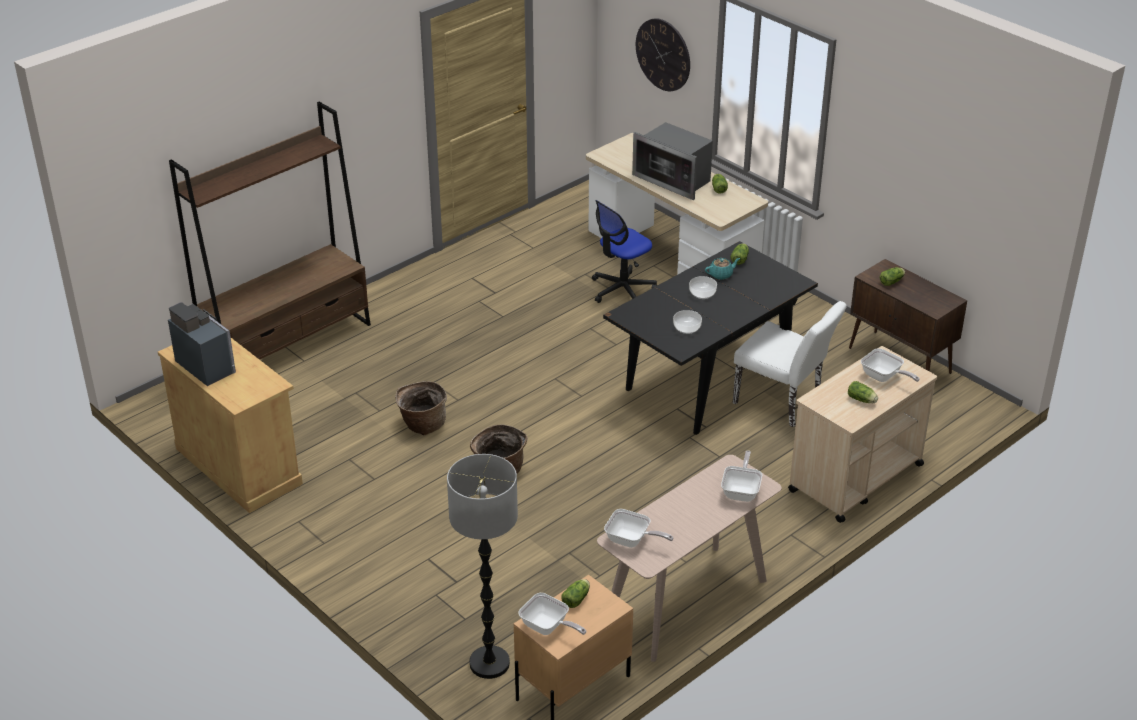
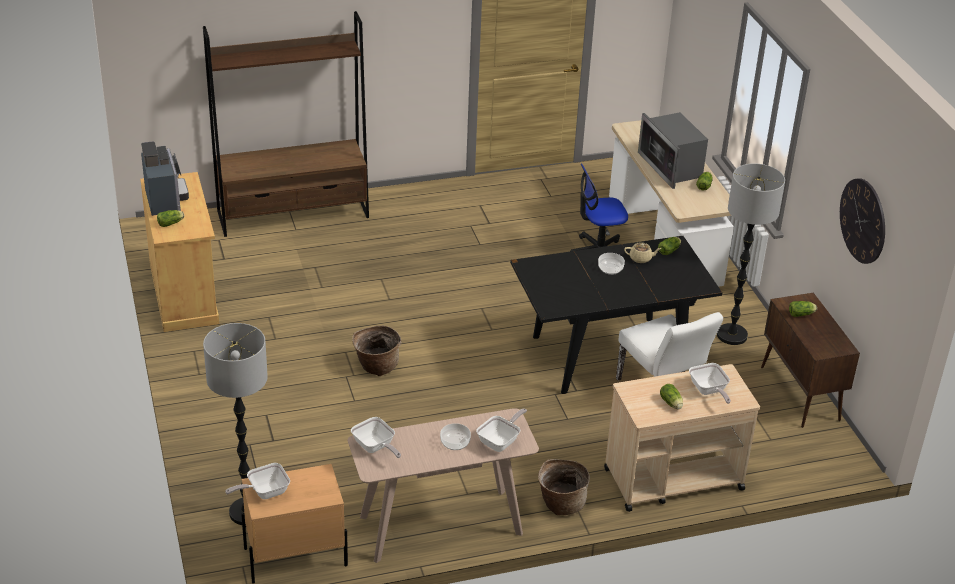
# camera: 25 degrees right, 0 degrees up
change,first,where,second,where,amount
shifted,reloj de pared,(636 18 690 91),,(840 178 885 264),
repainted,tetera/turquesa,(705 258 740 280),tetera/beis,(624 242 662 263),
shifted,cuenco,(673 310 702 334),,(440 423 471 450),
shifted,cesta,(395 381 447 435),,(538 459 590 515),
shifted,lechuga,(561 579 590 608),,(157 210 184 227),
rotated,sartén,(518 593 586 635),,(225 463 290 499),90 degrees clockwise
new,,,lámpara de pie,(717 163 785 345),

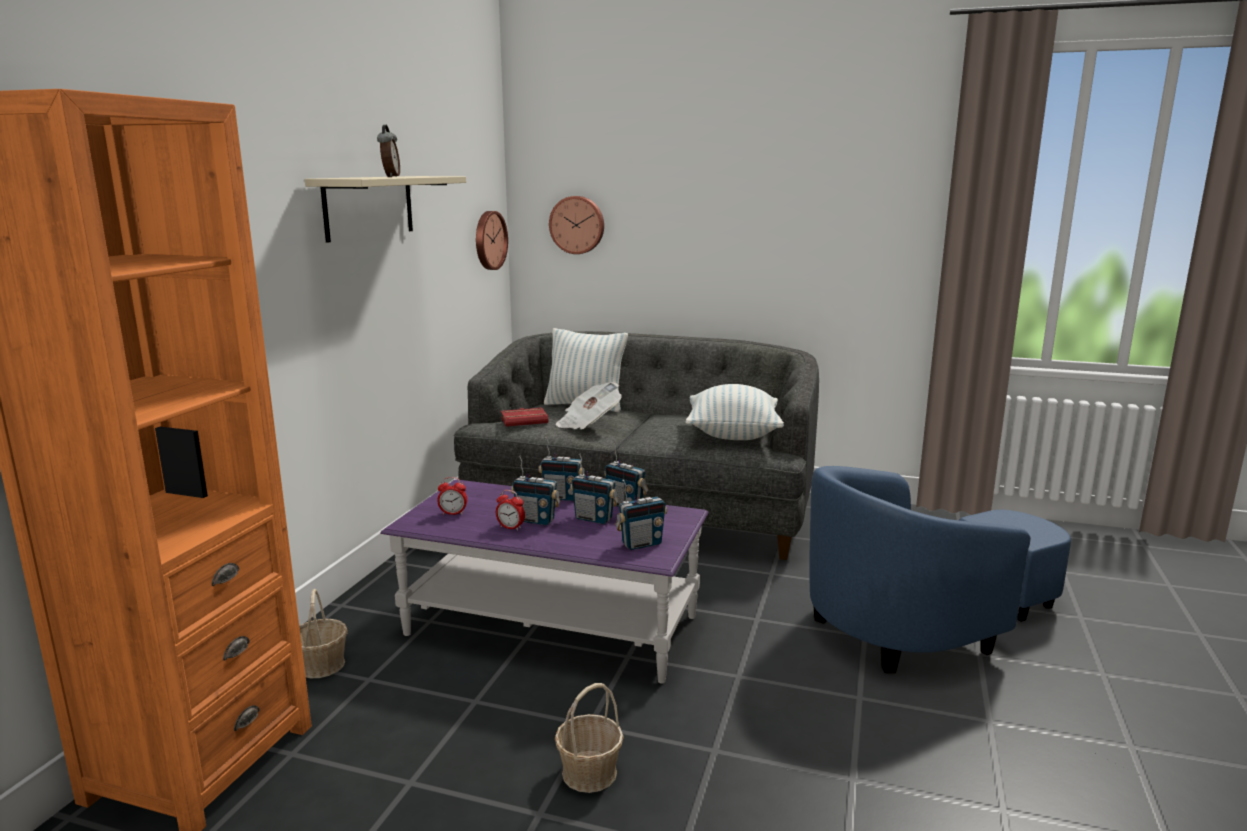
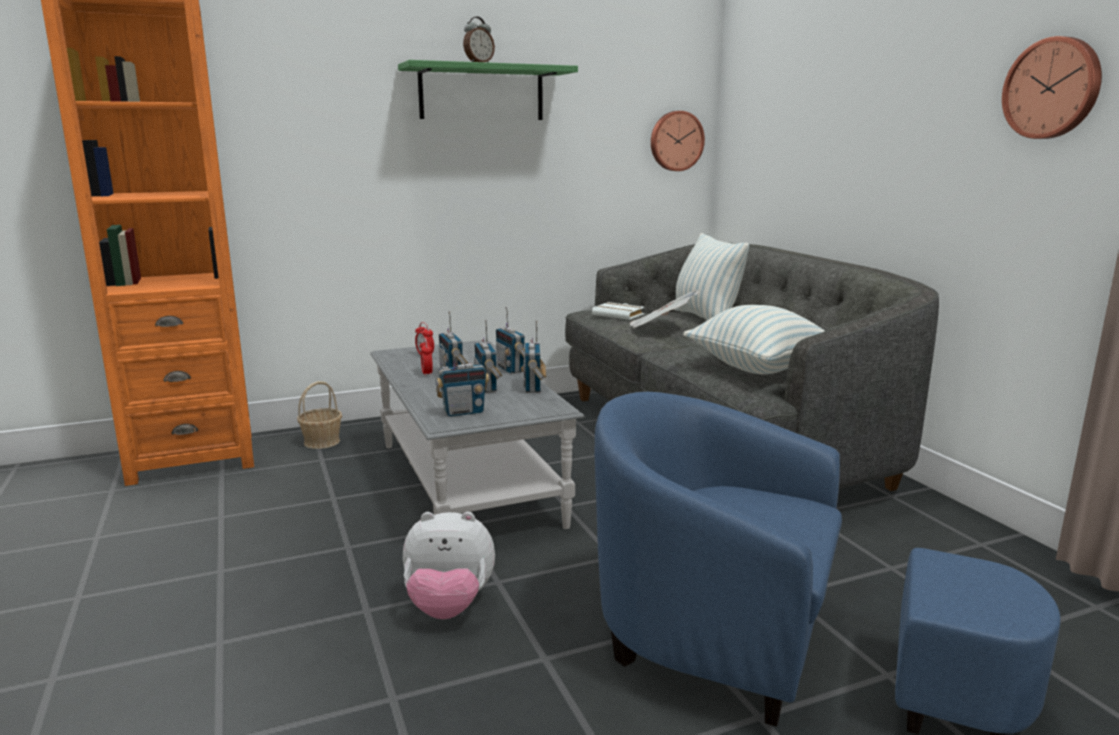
# camera: 50 degrees right, 0 degrees up
change,first,where,second,where,amount
repainted,estante/beis,(305 176 466 243),estante/verde,(398 60 578 120),
shifted,reloj de pared,(549 196 604 254),,(1002 36 1102 139),
repainted,libro/rojo,(501 408 548 426),libro/blanco,(592 302 645 320),
repainted,mesa de centro/morado,(380 479 709 684),mesa de centro/gris,(370 340 585 529),
rotated,radio,(615 480 667 550),,(435 344 490 417),45 degrees counterclockwise
gone,cesta,(555 683 624 793),,,
new,,,peluche,(403 512 495 619),

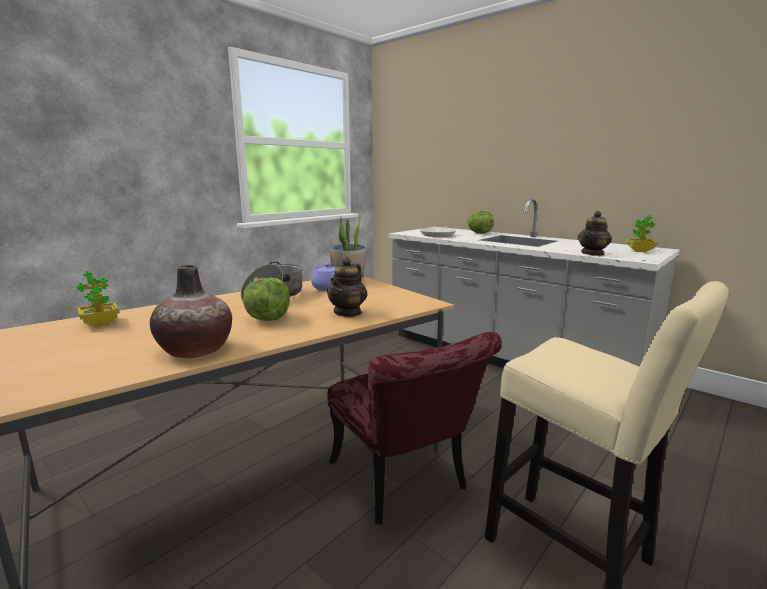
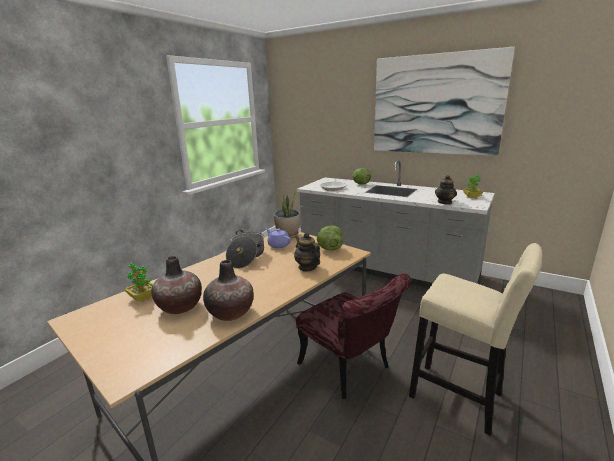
# camera: 10 degrees left, 5 degrees up
change,first,where,second,where,amount
rotated,tetera,(327 257 367 317),,(294 232 320 271),135 degrees clockwise
shifted,lechuga,(242 277 290 321),,(317 225 343 251),
new,,,cuadro,(374 47 515 156),
new,,,florero,(151 256 202 314),

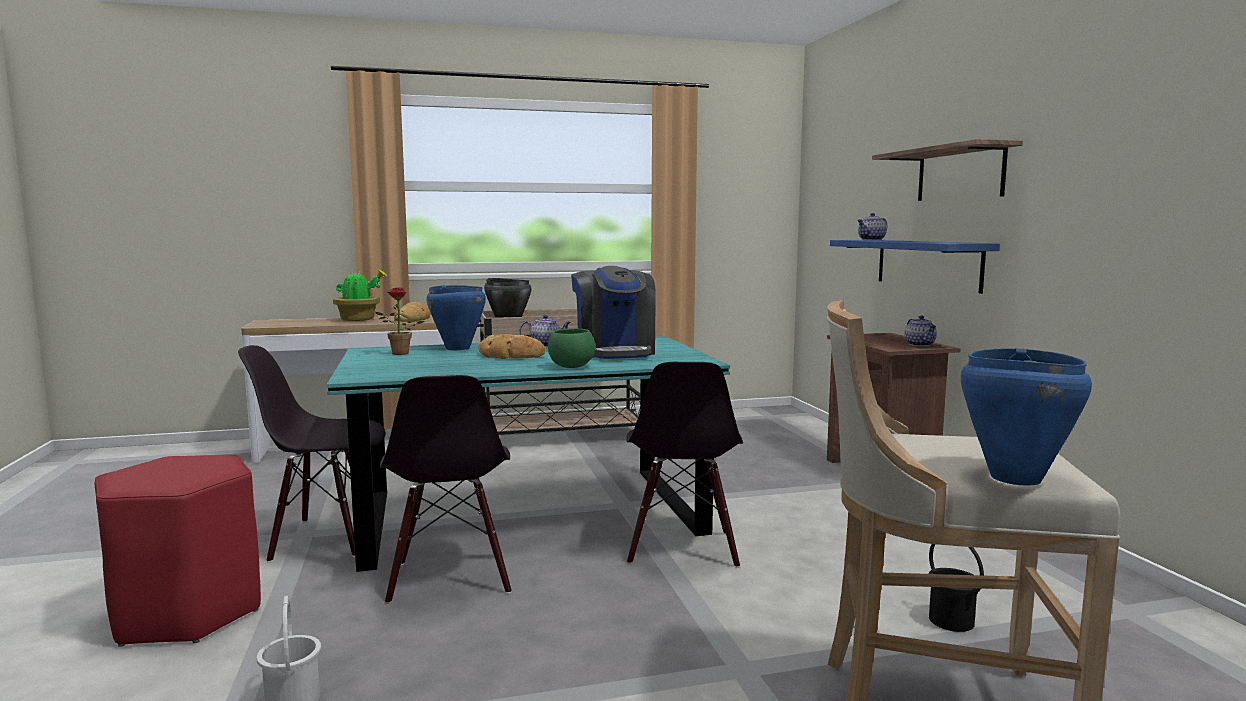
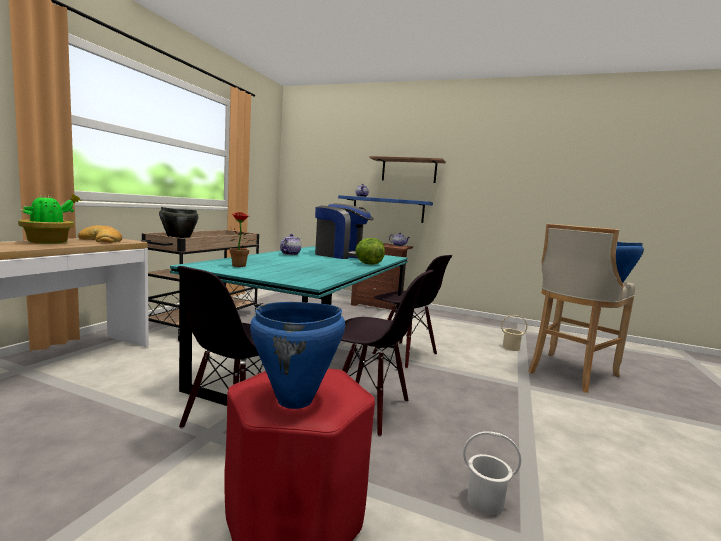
# camera: 55 degrees left, 0 degrees up
change,first,where,second,where,amount
shifted,olla/azul,(426 285 486 350),,(250 302 345 409),
swapped,cuenco/verde,(548 328 595 368),lechuga,(355 238 385 265),
gone,pan,(478 334 546 359),,,
repainted,cubo/negro,(928 544 984 632),cubo/beis,(501 315 527 351),

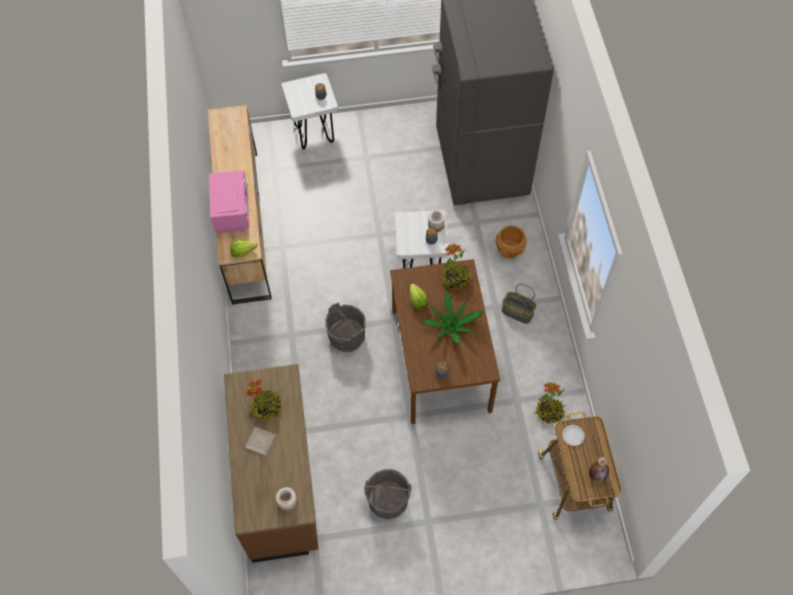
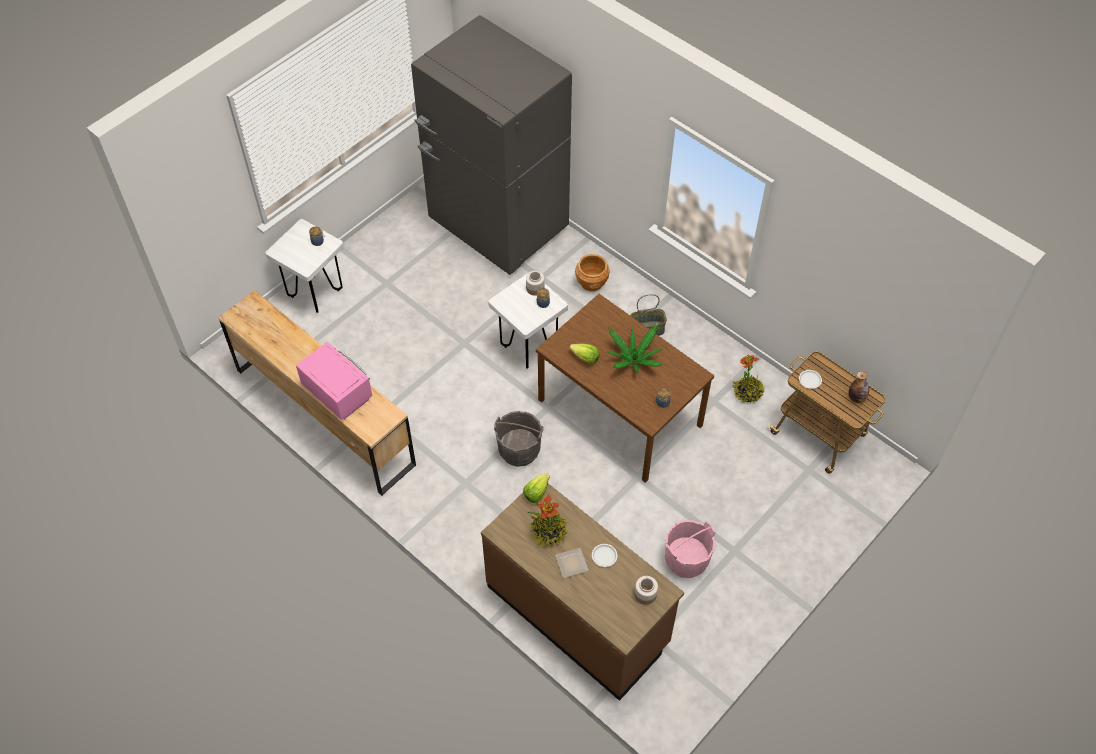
# camera: 40 degrees left, 5 degrees down
change,first,where,second,where,amount
shifted,lechuga,(230 240 257 258),,(523 473 550 503),
gone,planta en maceta,(442 243 471 290),,,
repainted,cubo/gris,(364 469 412 519),cubo/rosa,(665 520 716 578),
new,,,plato/blanco,(592 544 618 567),

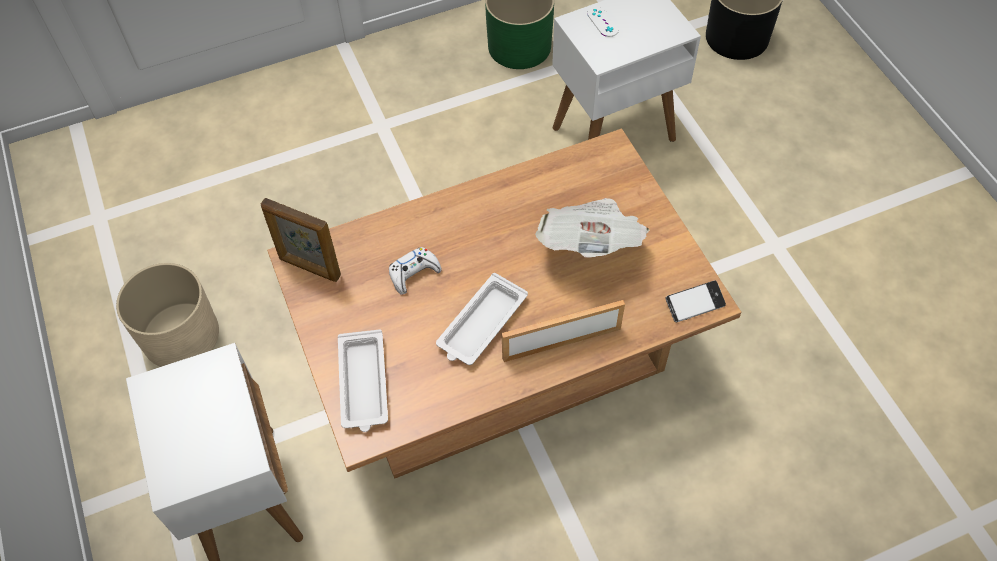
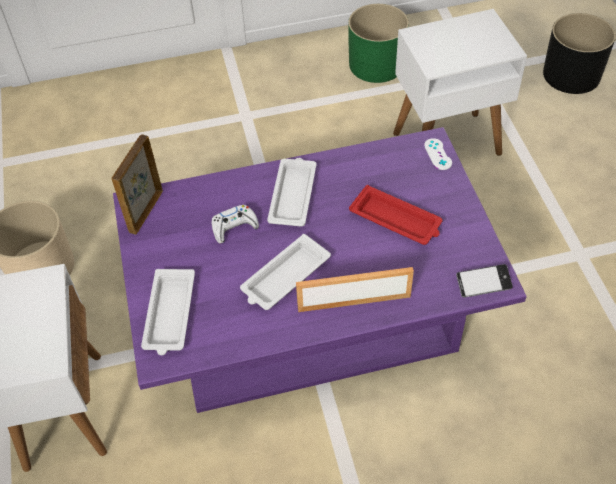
# camera: 10 degrees right, 5 degrees down
change,first,where,second,where,amount
shifted,mando de consola/blanco,(587 6 619 37),,(424 138 452 170),
repainted,mesa de centro/marrón,(267 128 741 479),mesa de centro/morado,(113 127 527 413),
rotated,portarretratos,(261 198 341 282),,(111 134 163 235),75 degrees clockwise
swapped,periódico,(535 198 650 258),bandeja/rojo,(349 185 443 245),
new,,,bandeja/blanco,(267 158 316 227),

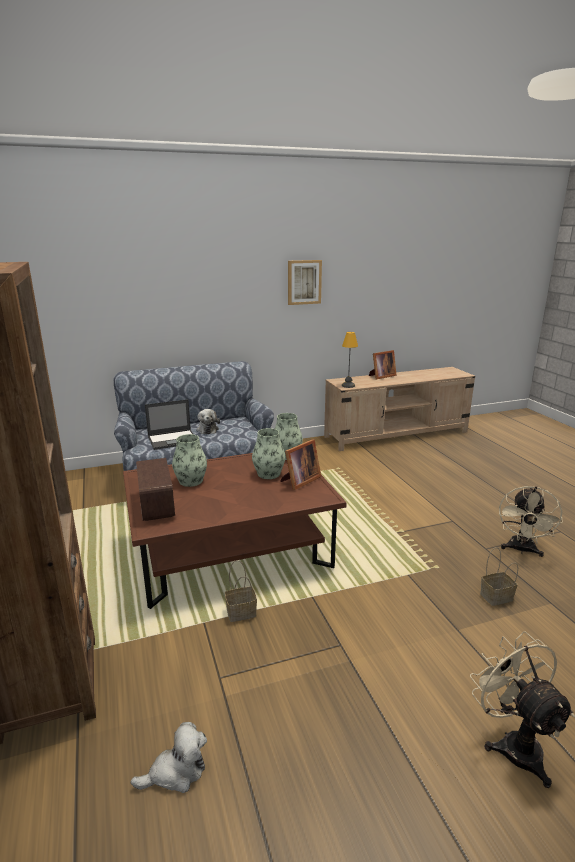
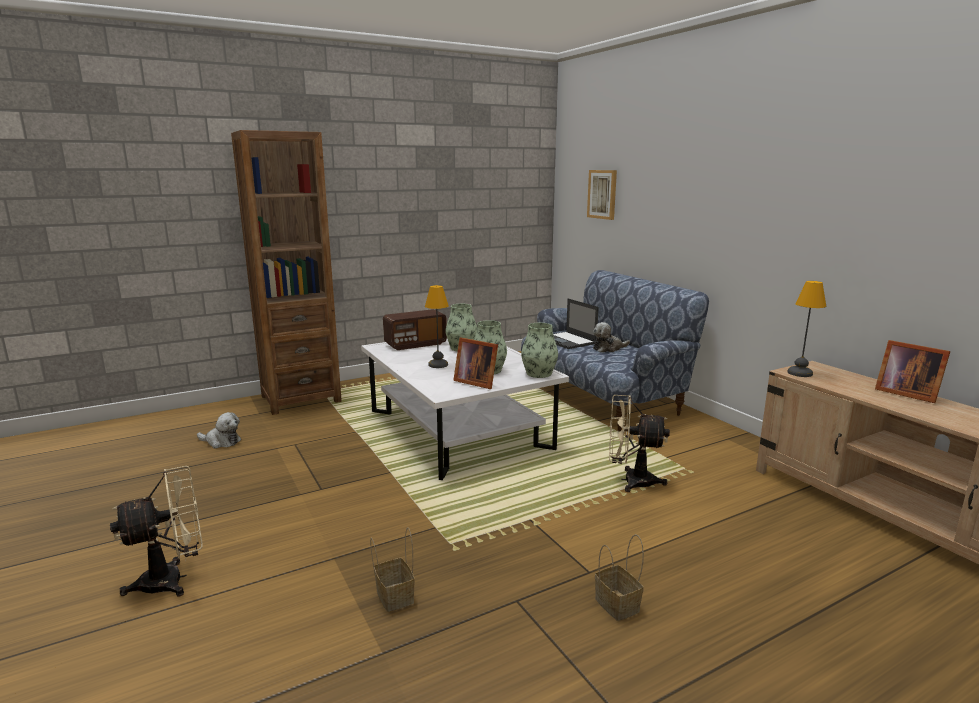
# camera: 80 degrees right, 5 degrees down
change,first,where,second,where,amount
shifted,cuadro,(288 260 322 305),,(587 170 617 220),
repainted,mesa de centro/marrón,(123 453 347 609),mesa de centro/blanco,(361 339 569 480),
shifted,ventilador/beis,(499 486 563 557),,(609 395 670 492),
shifted,cesta,(225 560 257 622),,(595 534 644 621),
rotated,peluche,(131 722 207 793),,(197 412 241 448),45 degrees counterclockwise
new,,,lámpara de mesa,(425 285 449 368),

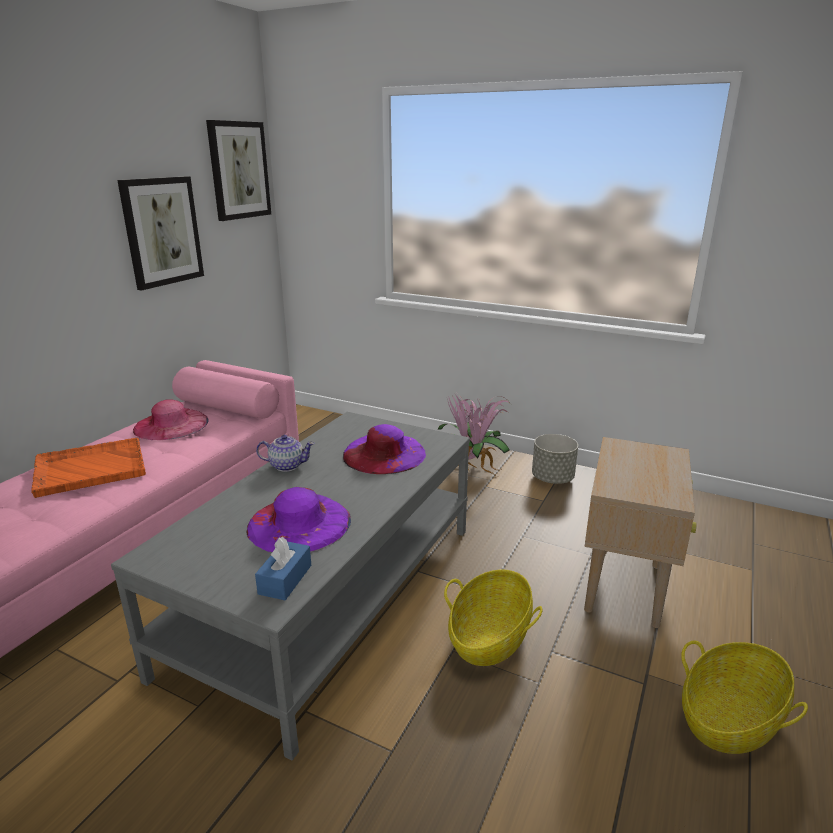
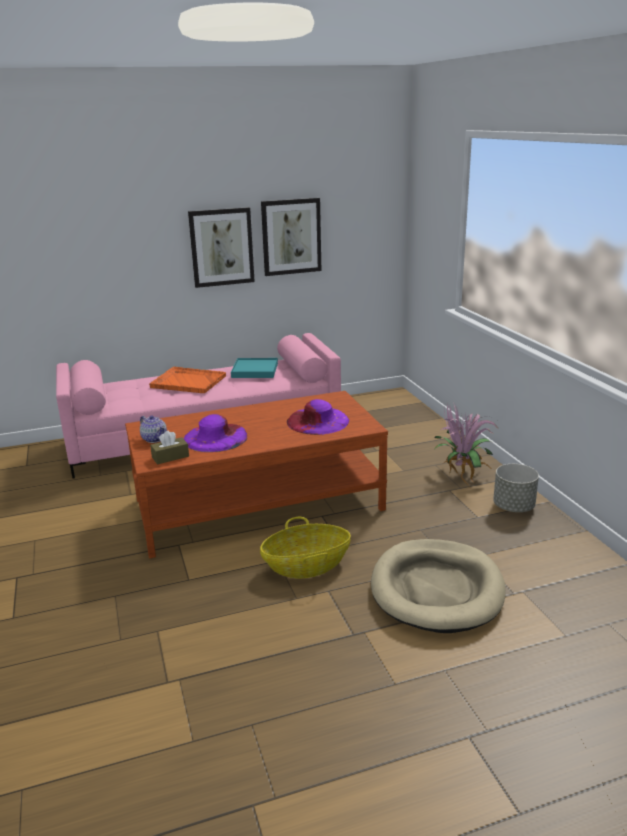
# camera: 45 degrees right, 0 degrees up
change,first,where,second,where,amount
shifted,cuadro,(206 120 271 221),,(188 207 255 288),
swapped,sombrero/rosa,(133 399 209 440),bandeja/turquesa,(231 358 278 378),
repainted,mesa de centro/gris,(111 412 470 760),mesa de centro/marrón,(125 391 388 559),
shifted,tetera,(256 435 315 472),,(140 415 167 443),
swapped,mesa auxiliar/beis,(584 437 697 628),cama para perro/beis,(371 539 506 633),
repainted,caja de pañuelos/azul,(255 537 311 600),caja de pañuelos/marrón,(150 431 189 464),
gone,cesta,(681 641 808 754),,,

